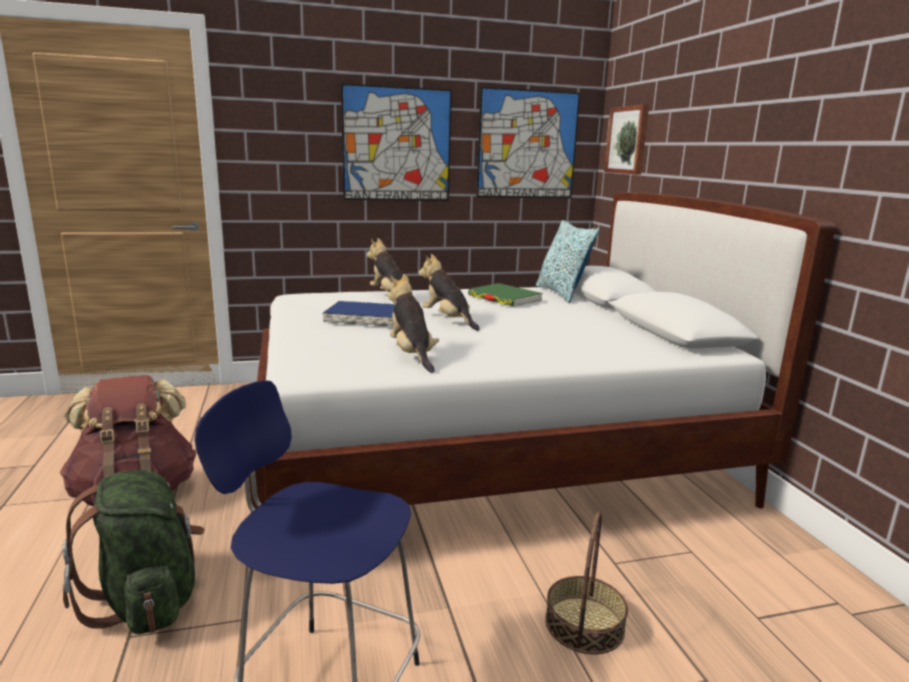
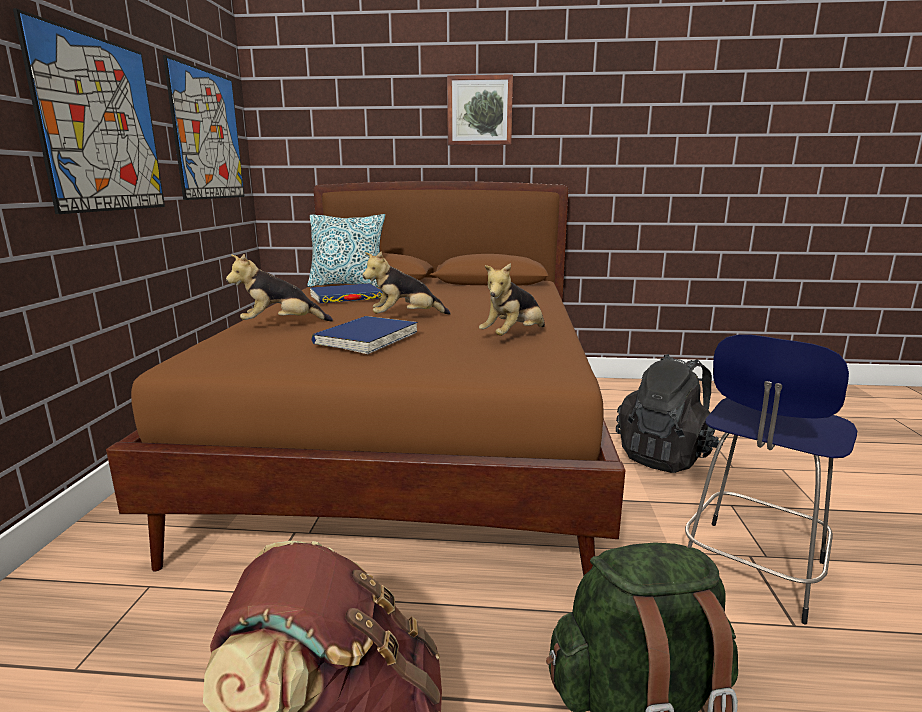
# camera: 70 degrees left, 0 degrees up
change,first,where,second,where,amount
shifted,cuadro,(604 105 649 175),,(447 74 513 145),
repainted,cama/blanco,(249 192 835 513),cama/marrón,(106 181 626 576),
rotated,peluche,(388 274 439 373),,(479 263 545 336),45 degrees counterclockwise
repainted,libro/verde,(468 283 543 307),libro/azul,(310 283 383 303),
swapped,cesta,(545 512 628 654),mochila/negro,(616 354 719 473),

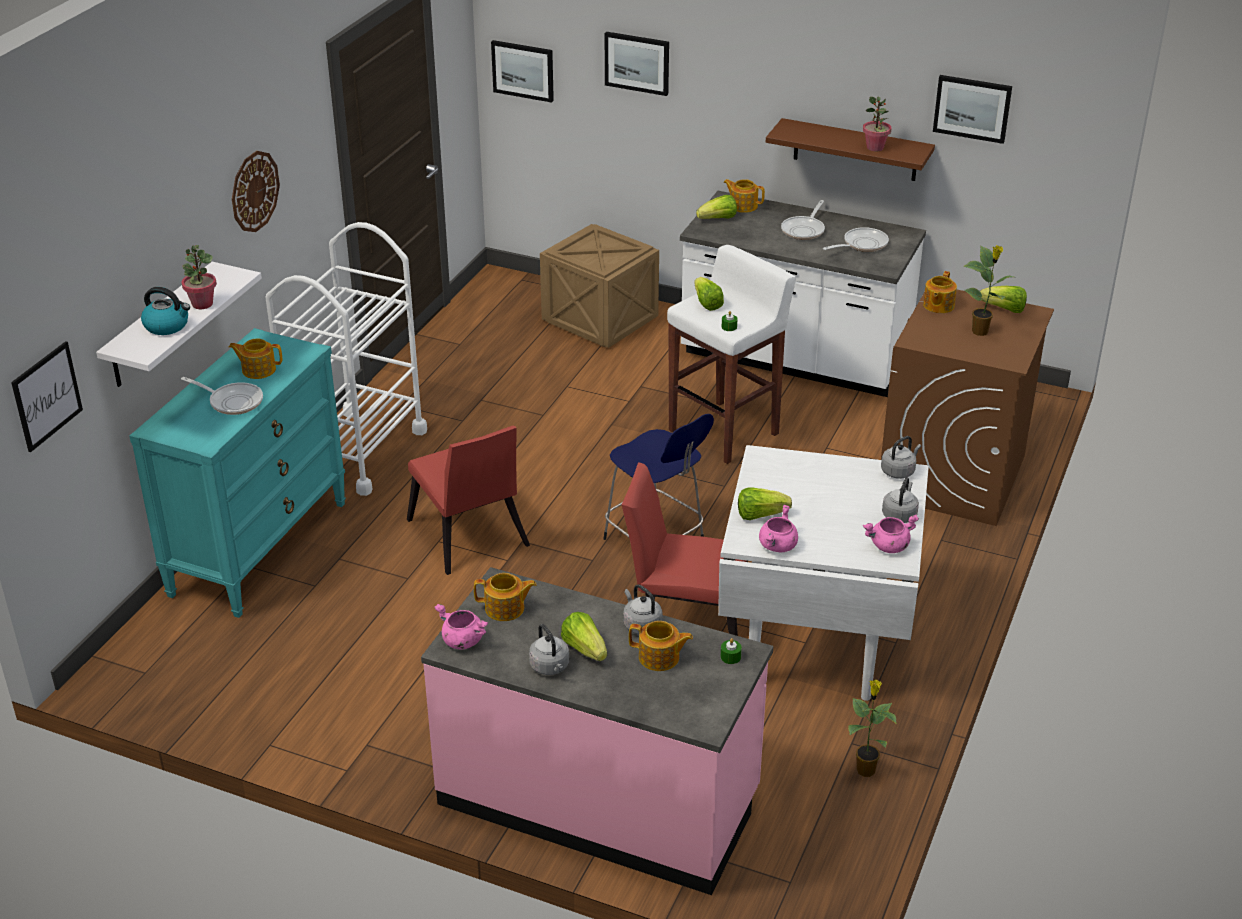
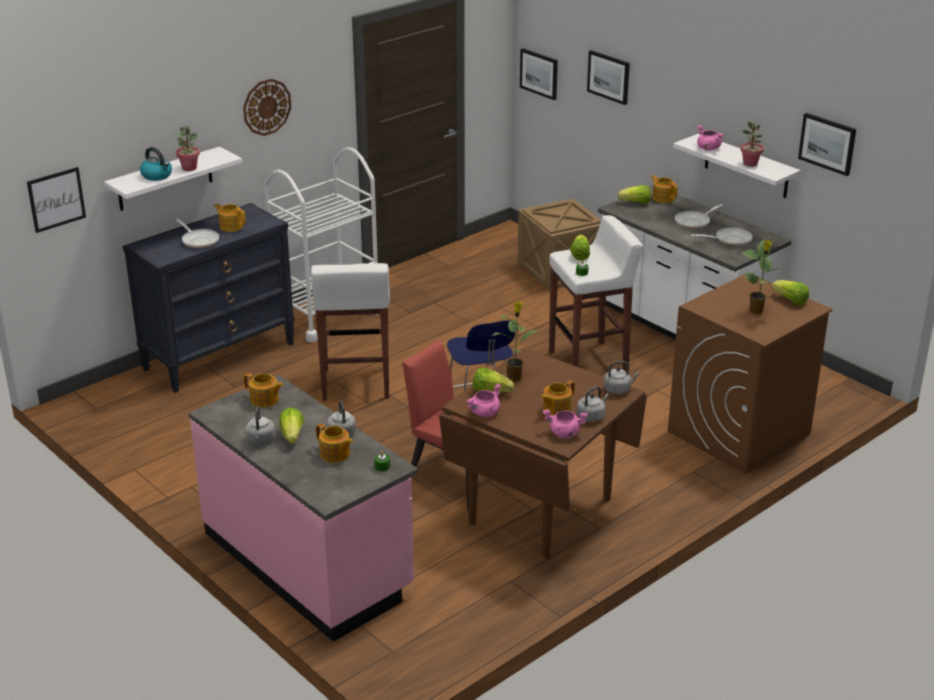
# camera: 25 degrees right, 5 degrees down
change,first,where,second,where,amount
repainted,estante/marrón,(766 118 935 181),estante/blanco,(673 134 801 198),
shifted,tetera,(923 271 957 313),,(541 380 575 416),
repainted,cómoda/turquesa,(129 328 346 618),cómoda/negro,(123 203 295 393),
swapped,silla/rojo,(407 425 530 575),taburete/blanco,(311 263 390 401),
repainted,mesa de comedor/blanco,(718 445 929 701),mesa de comedor/marrón,(439 348 647 558),
shifted,olla/rosa,(434 604 488 649),,(697 125 724 151),
shifted,planta en maceta,(848 679 897 777),,(492 301 537 382),

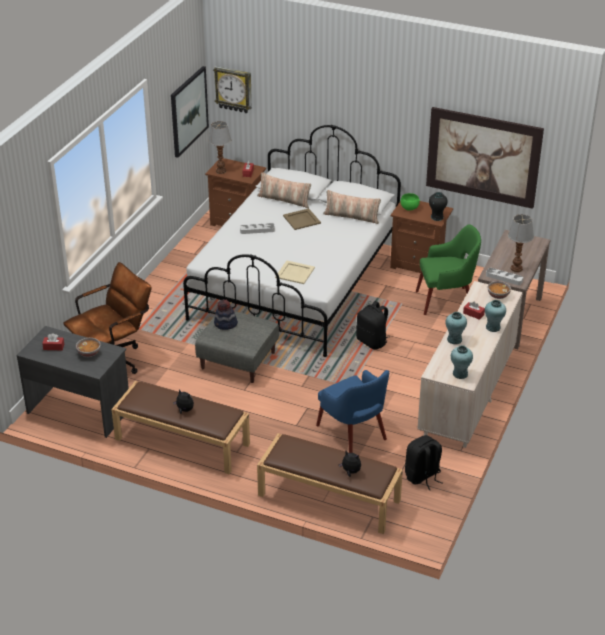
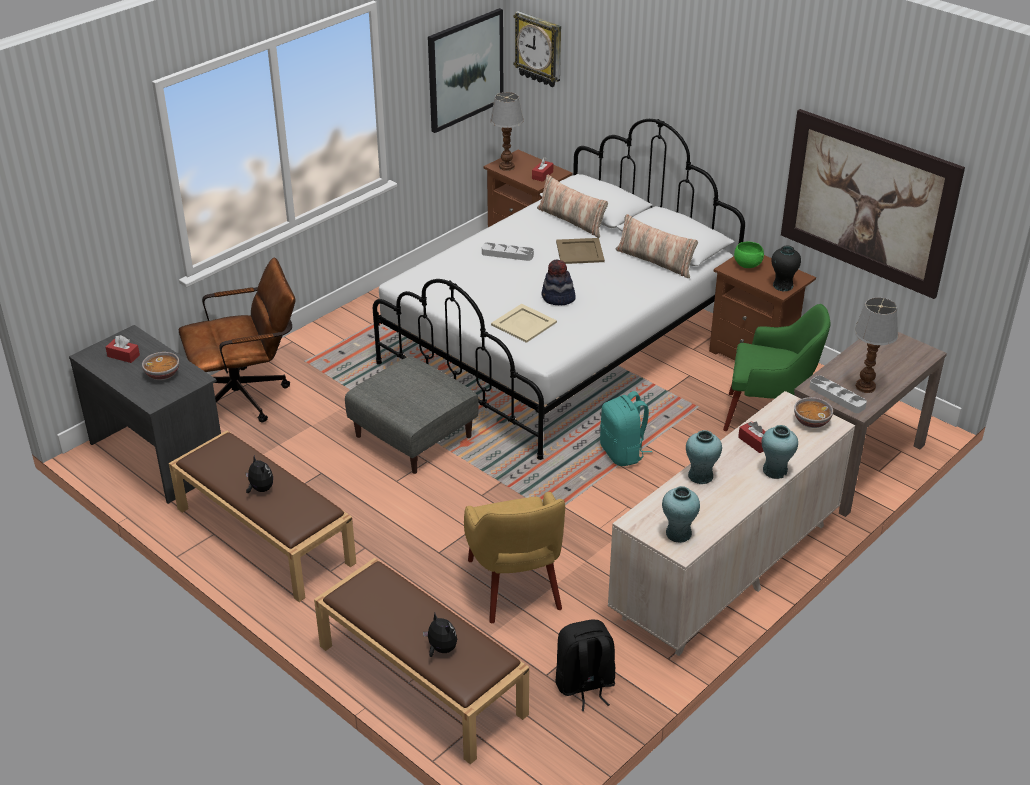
# camera: 20 degrees right, 0 degrees up
change,first,where,second,where,amount
shifted,sombrero,(214 300 238 330),,(541 259 576 305),
repainted,mochila/negro,(356 301 390 350),mochila/turquesa,(600 391 652 466),
repainted,sillón/azul,(316 370 389 453),sillón/amarillo,(464 492 565 623),

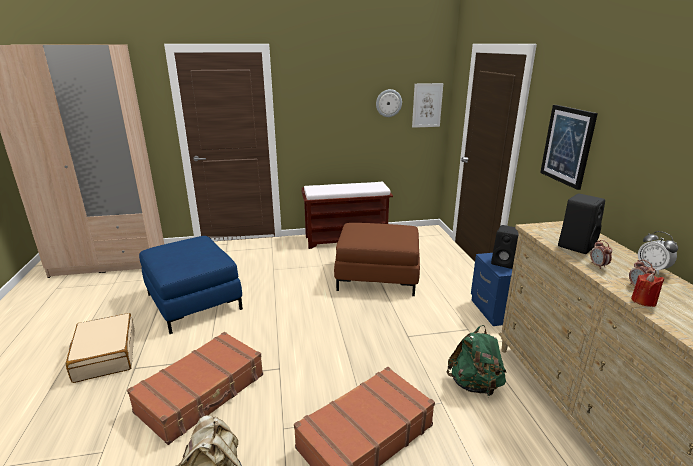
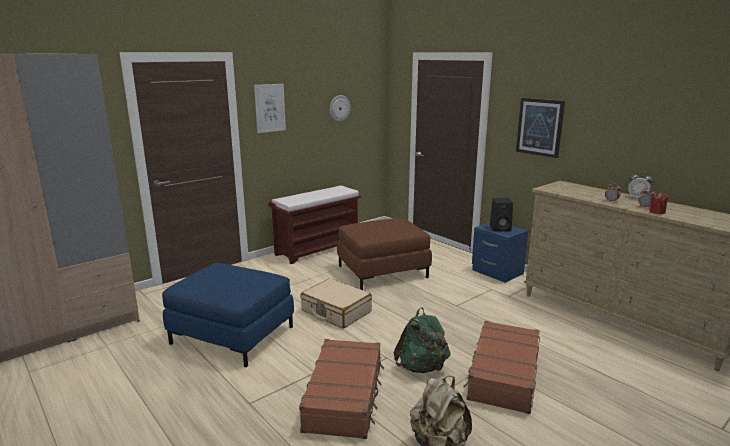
# camera: 30 degrees left, 5 degrees down
change,first,where,second,where,amount
shifted,cuadro,(412 83 443 128),,(254 84 286 133),
gone,altavoz/negro,(558 193 605 254),,,
shifted,maleta/beis,(66 313 135 383),,(300 278 372 328),
shifted,mochila/verde,(446 325 507 396),,(394 308 451 373),

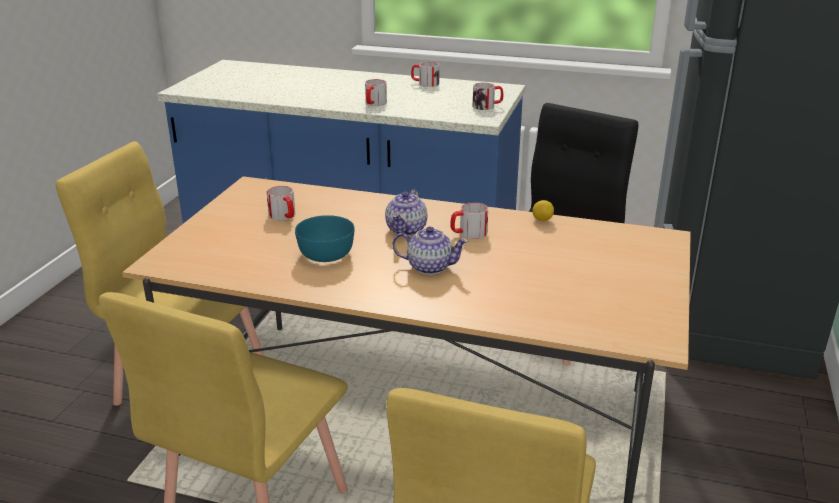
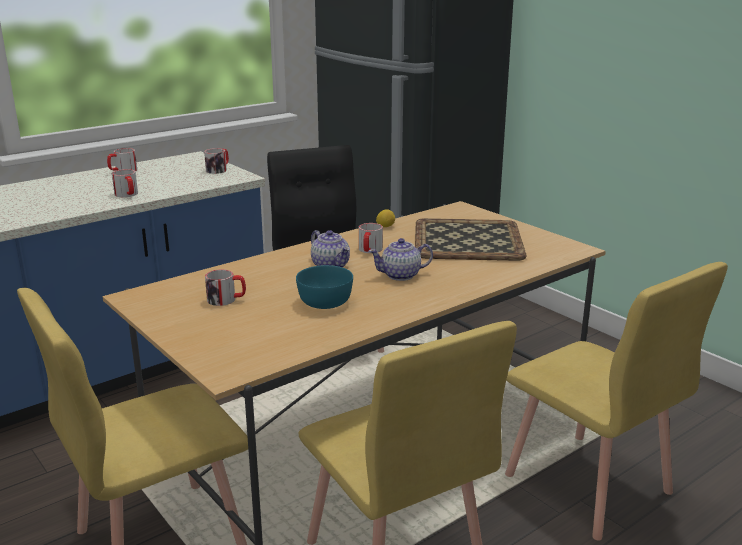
# camera: 55 degrees left, 5 degrees down
change,first,where,second,where,amount
rotated,tetera,(392 227 469 275),,(369 238 433 281),150 degrees counterclockwise
new,,,bandeja,(415 218 527 261),

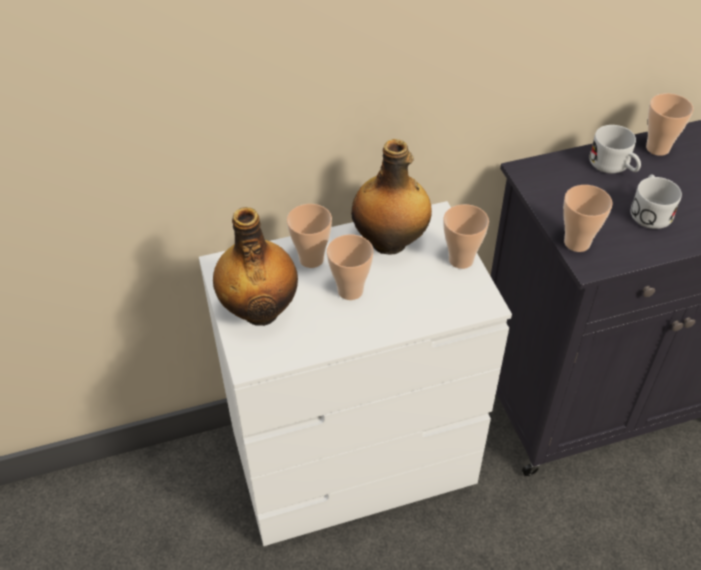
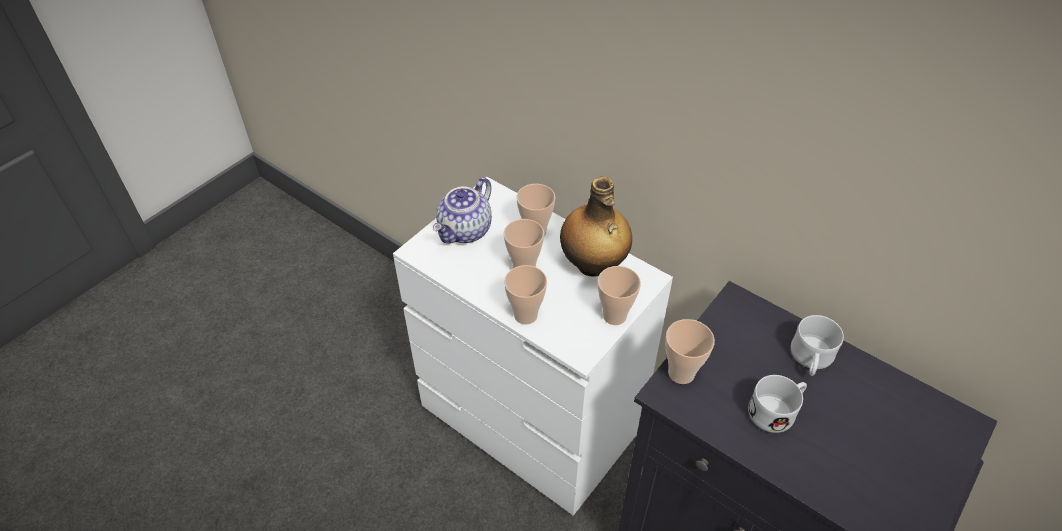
# camera: 55 degrees right, 0 degrees up
change,first,where,second,where,amount
shifted,taza,(646 93 694 156),,(504 265 547 325),
swapped,botella,(213 207 298 326),tetera,(433 177 492 243),

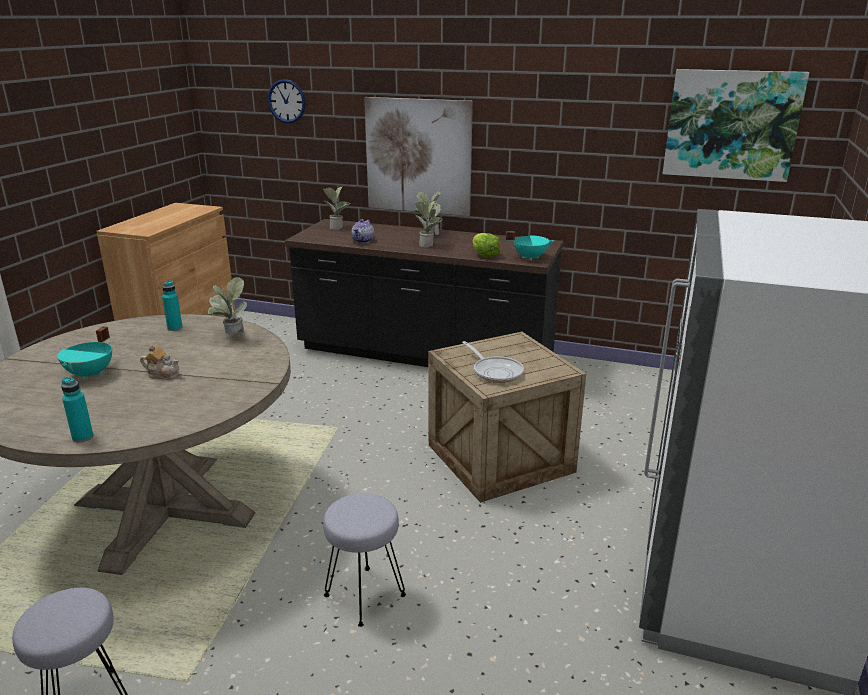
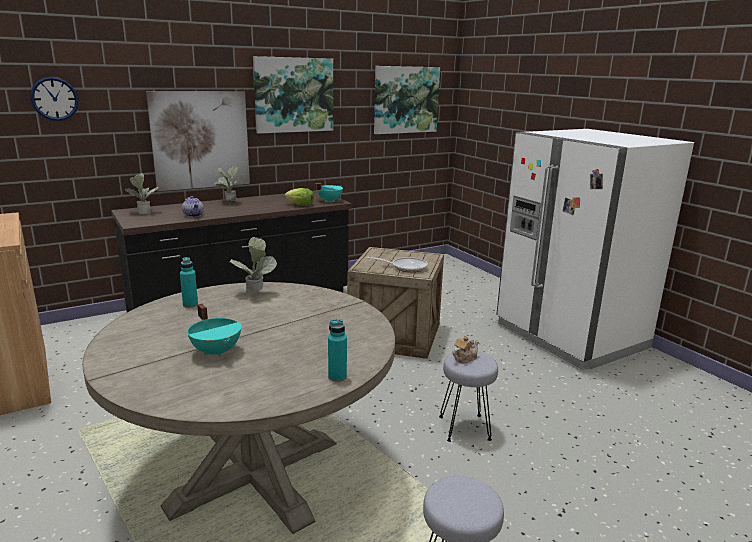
# camera: 50 degrees left, 5 degrees down
change,first,where,second,where,amount
gone,planta en maceta,(415 200 442 248),,,
shifted,tetera,(140 345 179 380),,(452 336 479 363),
new,,,cuadro,(253 56 333 134),

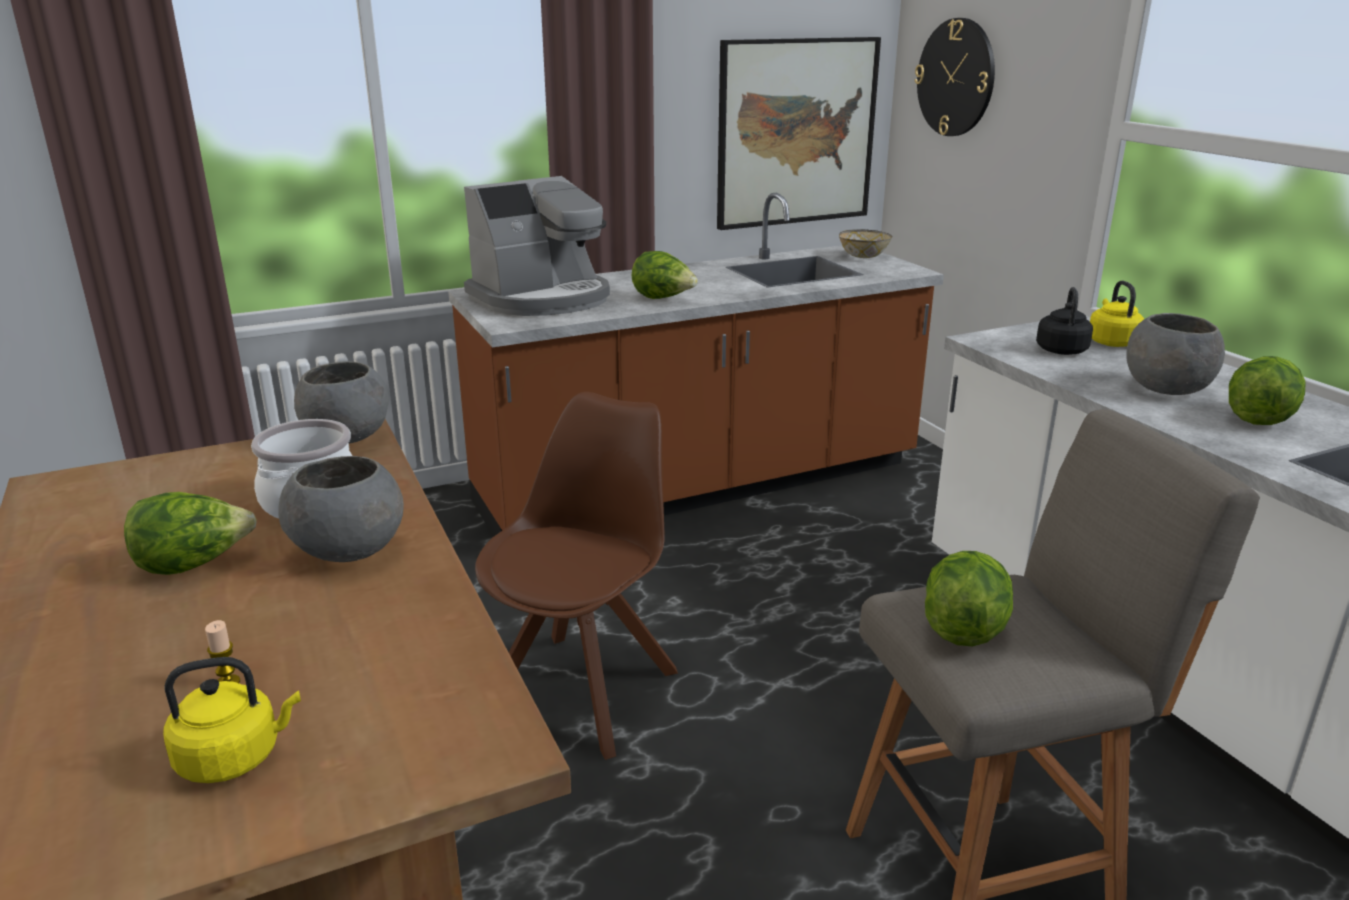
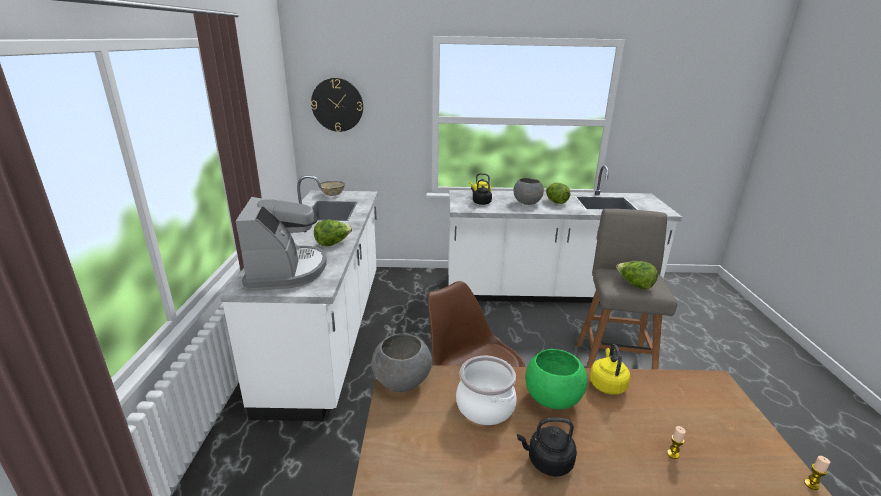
# camera: 65 degrees left, 0 degrees up
change,first,where,second,where,amount
gone,cuadro,(717 37 881 230),,,
repainted,mueble bajo de cocina/marrón,(448 193 944 536),mueble bajo de cocina/blanco,(220 175 378 421),
repainted,cuenco/gris,(278 456 404 562),cuenco/verde,(525 349 587 410),
swapped,lechuga,(124 492 257 575),hervidor/negro,(517 418 577 477),
shifted,hervidor/amarillo,(163 657 301 783),,(590 344 630 395),
new,,,vela,(804 456 830 490),

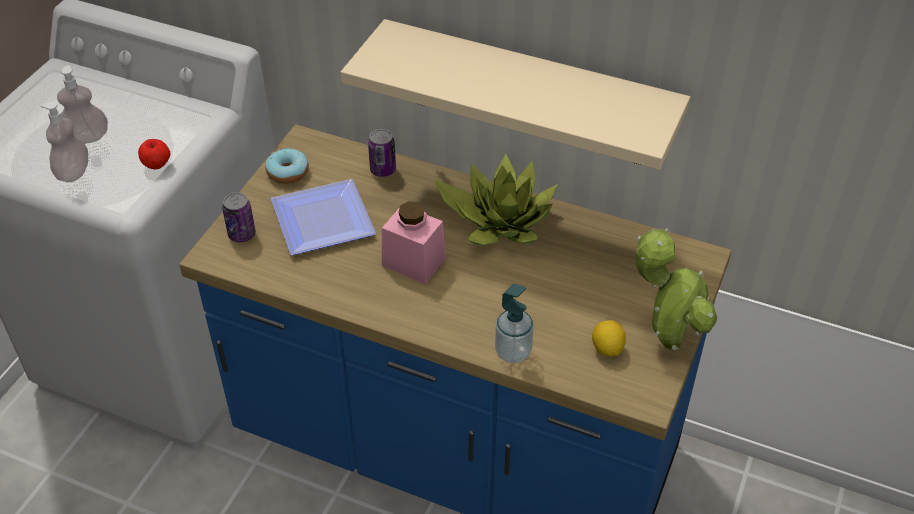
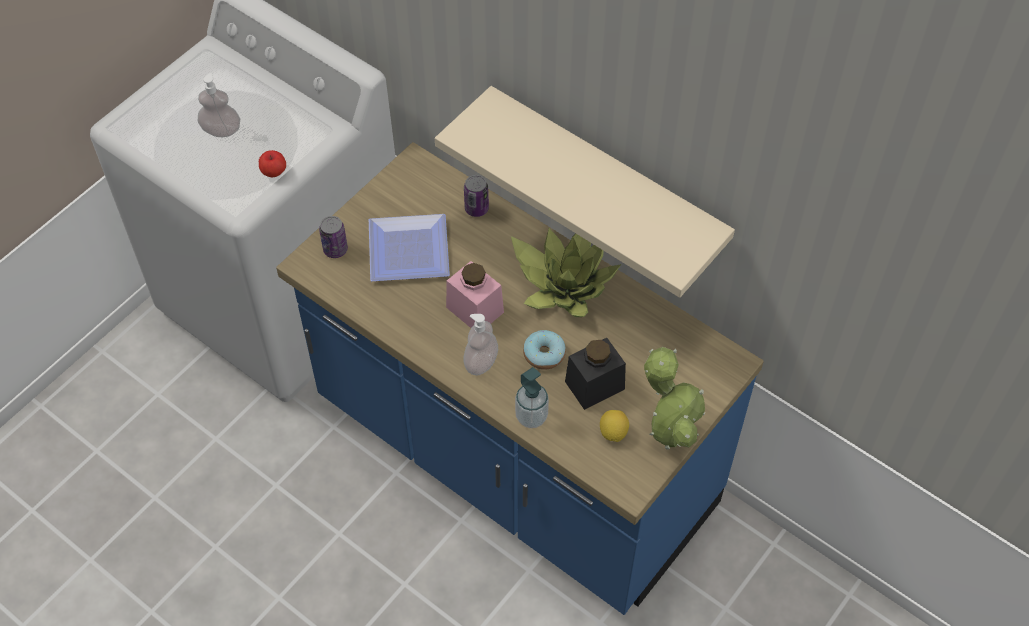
# camera: 15 degrees right, 10 degrees up
change,first,where,second,where,amount
shifted,dispensador de jabón,(41 102 88 182),,(463 314 498 376),
shifted,rosquilla,(265 149 309 184),,(523 330 566 370),
new,,,tarro/negro,(565 338 626 410),

